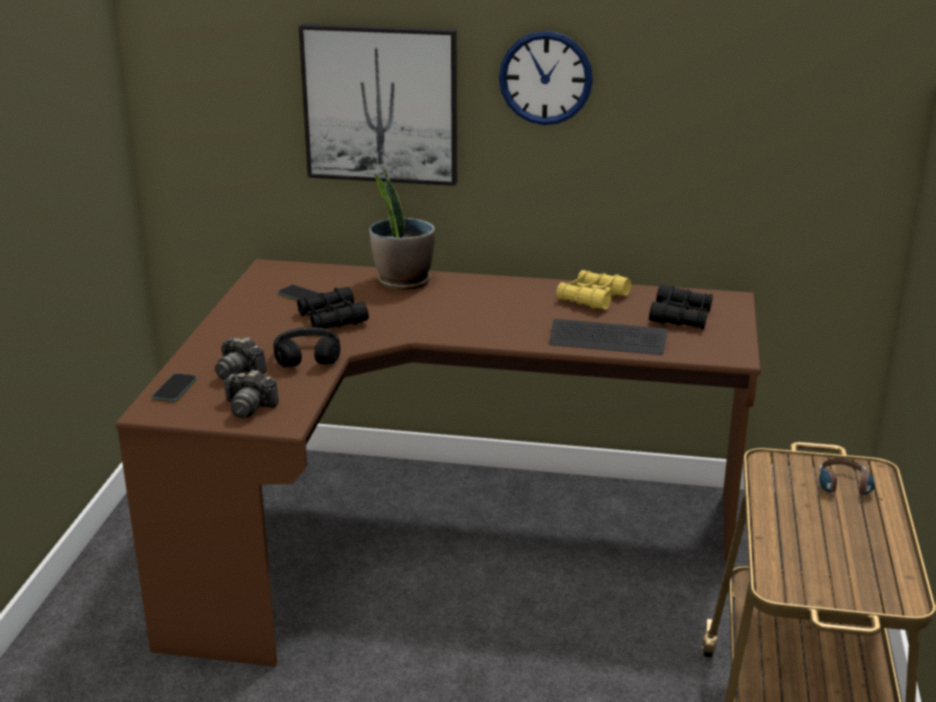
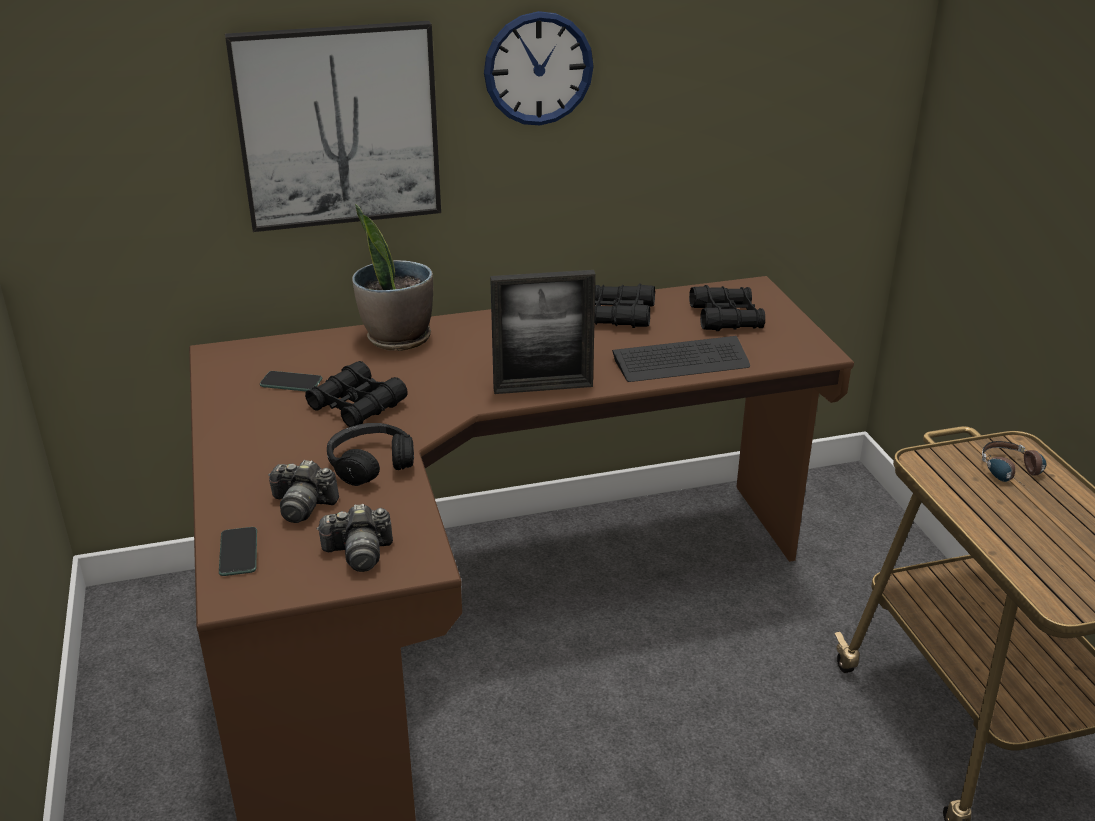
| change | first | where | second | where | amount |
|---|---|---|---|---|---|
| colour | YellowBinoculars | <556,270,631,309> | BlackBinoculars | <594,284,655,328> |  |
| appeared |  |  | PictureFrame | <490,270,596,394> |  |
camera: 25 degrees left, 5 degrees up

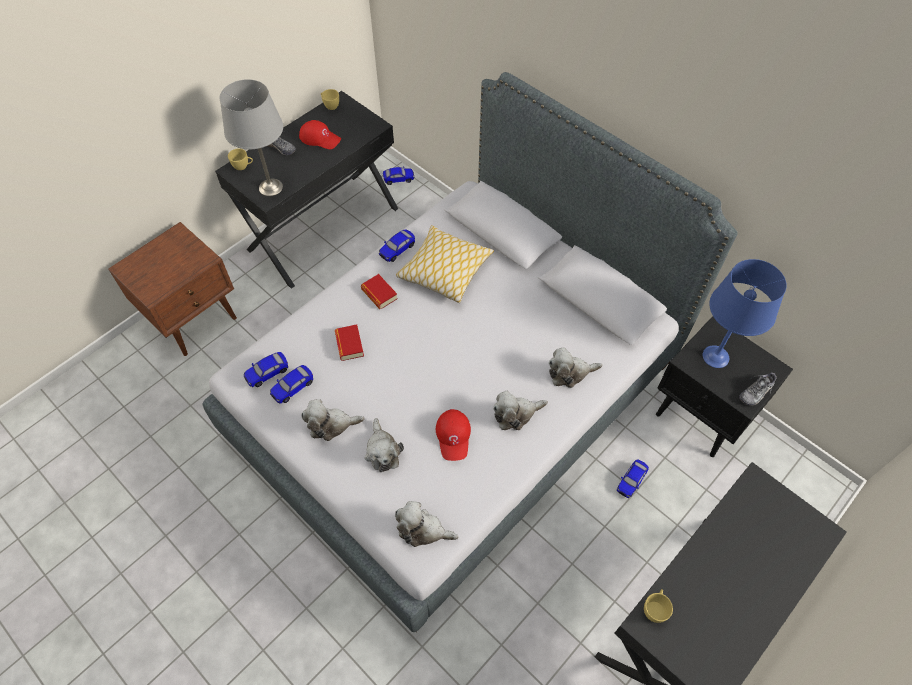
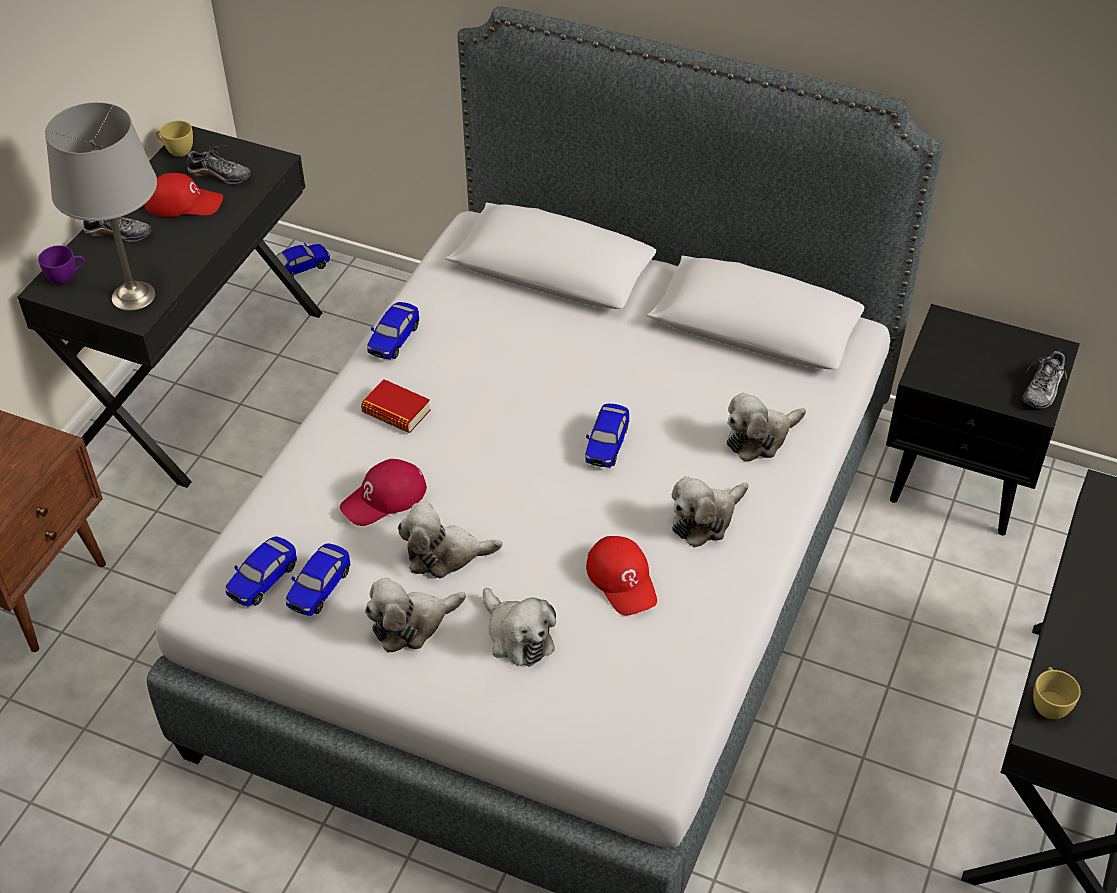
| change | first | where | second | where | amount |
|---|---|---|---|---|---|
| colour | YellowCup | <228,148,253,170> | PurpleCup | <38,245,85,285> |  |
| missing | Pillow | <396,225,494,303> |  |  |  |
| missing | BlueTableLamp | <703,259,787,368> |  |  |  |
| exchanged | Book | <335,324,364,361> | RedCap | <340,459,427,526> |  |
| relocated | ToyCar | <617,459,649,498> |  | <585,404,629,467> |  |
| relocated | PlushToy | <395,501,458,547> |  | <398,502,503,578> |  |
| appeared |  |  | Shoe | <187,145,251,184> |  |
camera: 20 degrees left, 10 degrees down

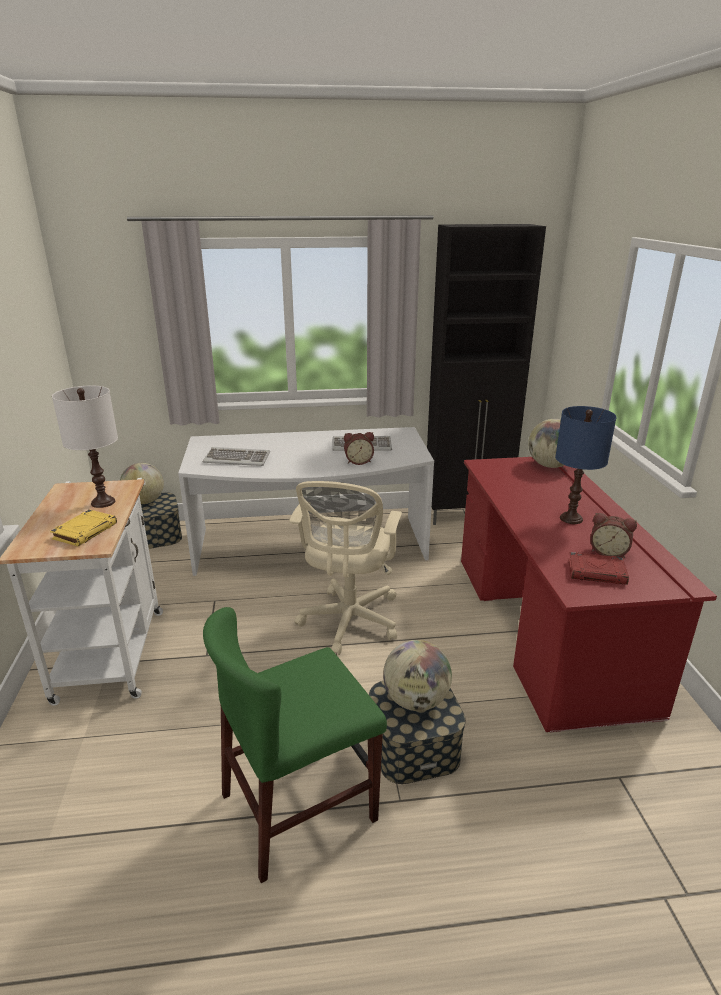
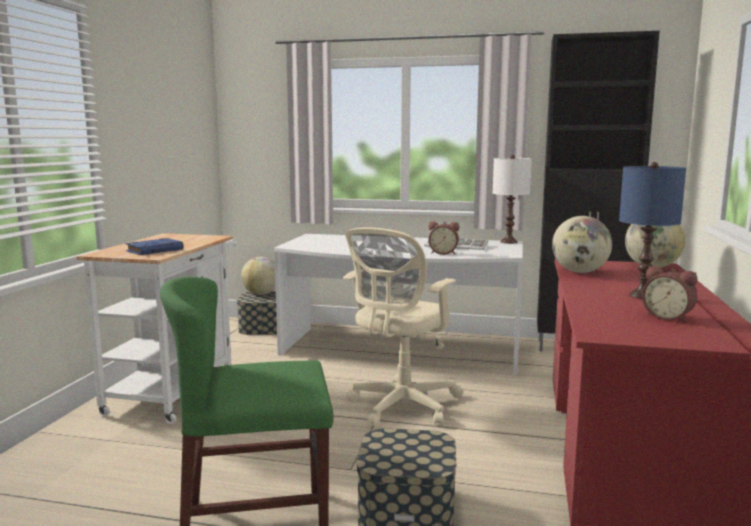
| change | first | where | second | where | amount |
|---|---|---|---|---|---|
| relocated | WhiteTableLamp | <52,386,118,508> |  | <493,155,532,244> |  |
| missing | Keyboard | <203,447,270,466> |  |  |  |
| colour | YellowBook | <50,509,117,546> | BlueBook | <126,238,184,255> |  |
| missing | RedBook | <568,552,629,585> |  |  |  |
| relocated | Globe | <383,640,452,711> |  | <552,216,612,273> |  |
camera: 20 degrees right, 15 degrees down

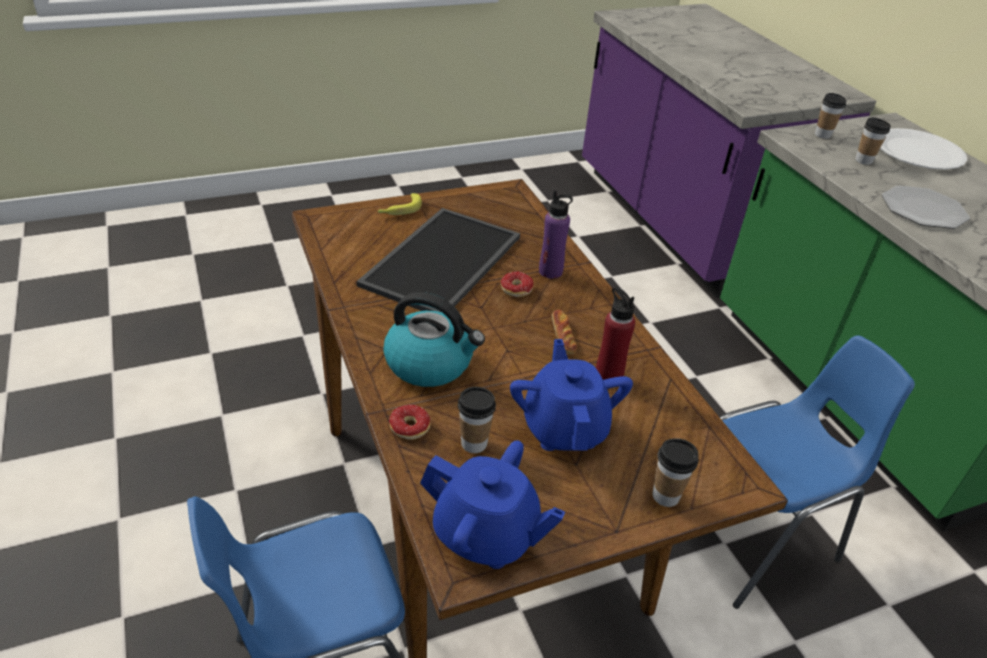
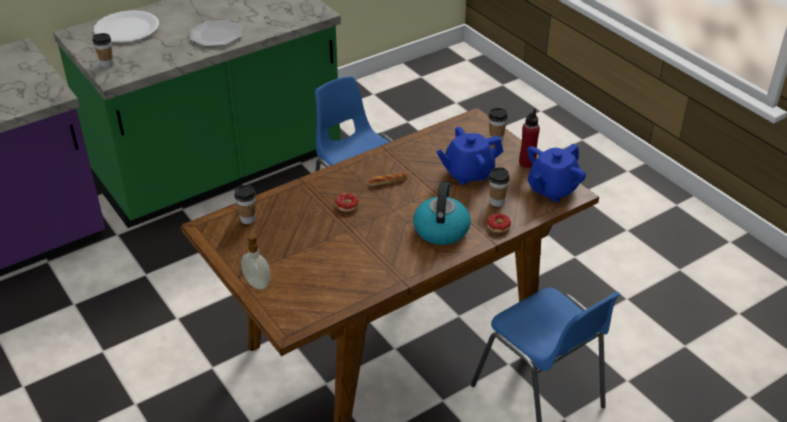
| change | first | where | second | where | amount |
|---|---|---|---|---|---|
| relocated | Cup | <855,117,891,165> |  | <234,185,256,224> |  |
| missing | PurpleBottle | <539,190,573,279> |  |  |  |
| exchanged | Banana | <377,193,422,215> | SoapDispenser | <241,232,270,290> |  |
| missing | Tray | <356,208,520,312> |  |  |  |
| relocated | RedBottle | <596,287,635,380> |  | <519,108,540,168> |  |
| spun | BlueTeapot | <420,440,565,569> |  | <527,144,586,202> | 150 degrees counterclockwise |
camera: 100 degrees left, 0 degrees up

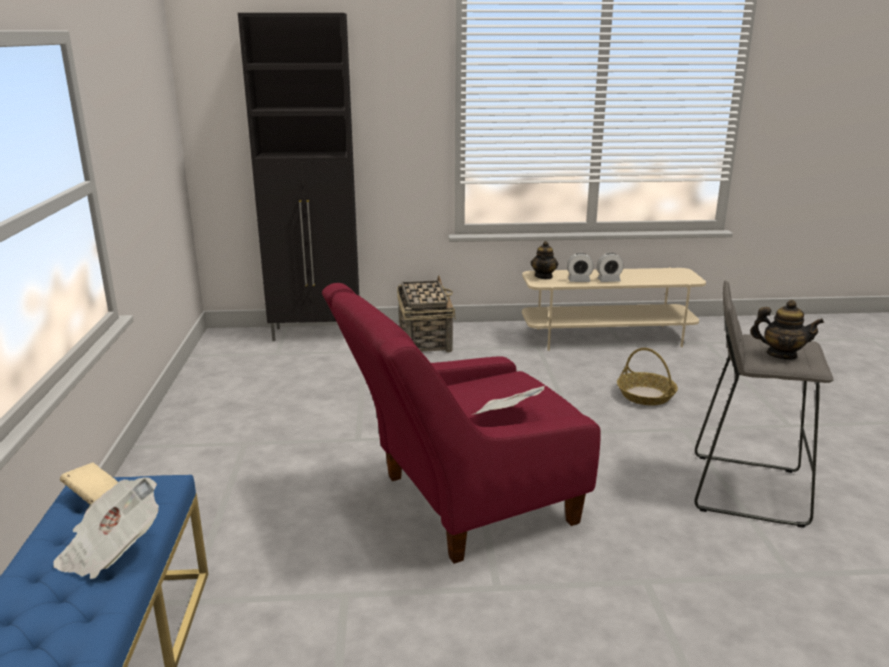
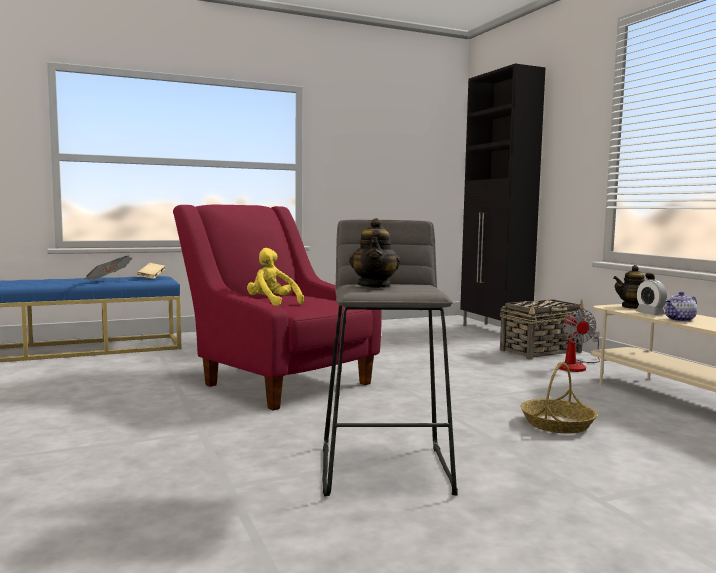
| change | first | where | second | where | amount |
|---|---|---|---|---|---|
| exchanged | AlarmClock | <597,253,624,282> | Teapot | <665,292,697,322> |  |
| exchanged | Newspaper | <472,385,547,415> | YellowPlushToy | <247,248,304,306> |  |
| appeared |  |  | Fan | <557,309,600,372> |  |
camera: 70 degrees right, 15 degrees down

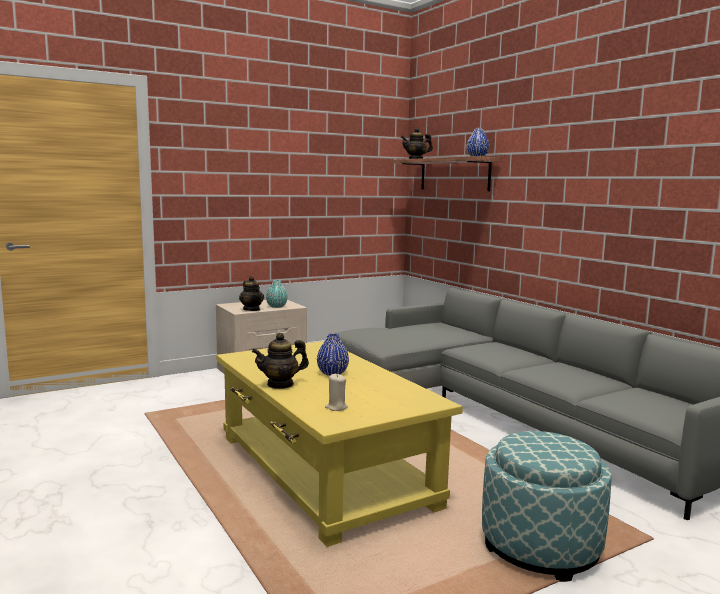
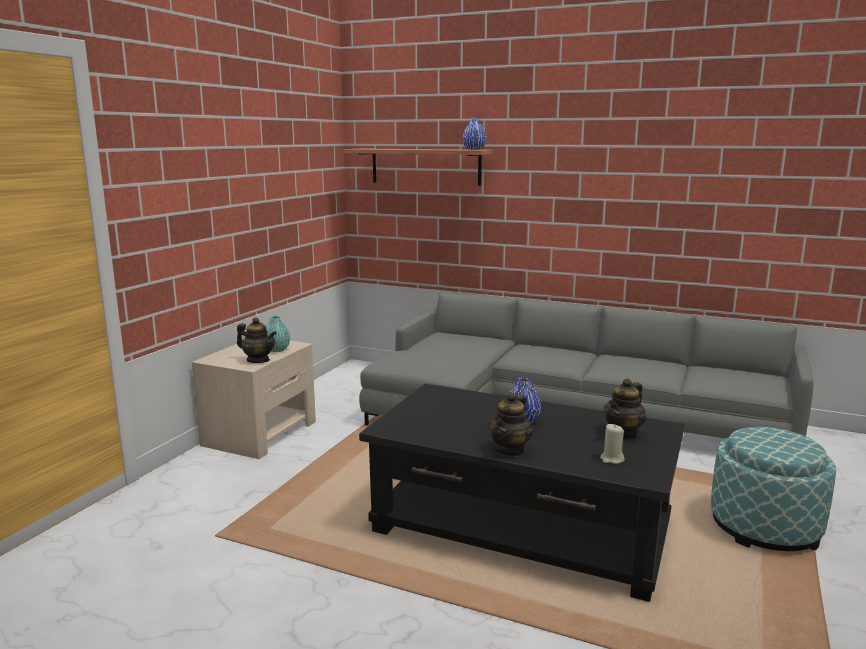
| change | first | where | second | where | amount |
|---|---|---|---|---|---|
| relocated | Teapot | <401,128,433,159> |  | <604,378,646,440> |  |
| colour | YellowCoffeeTable | <216,341,463,547> | BlackCoffeeTable | <359,384,685,602> |  |
camera: 35 degrees left, 5 degrees up

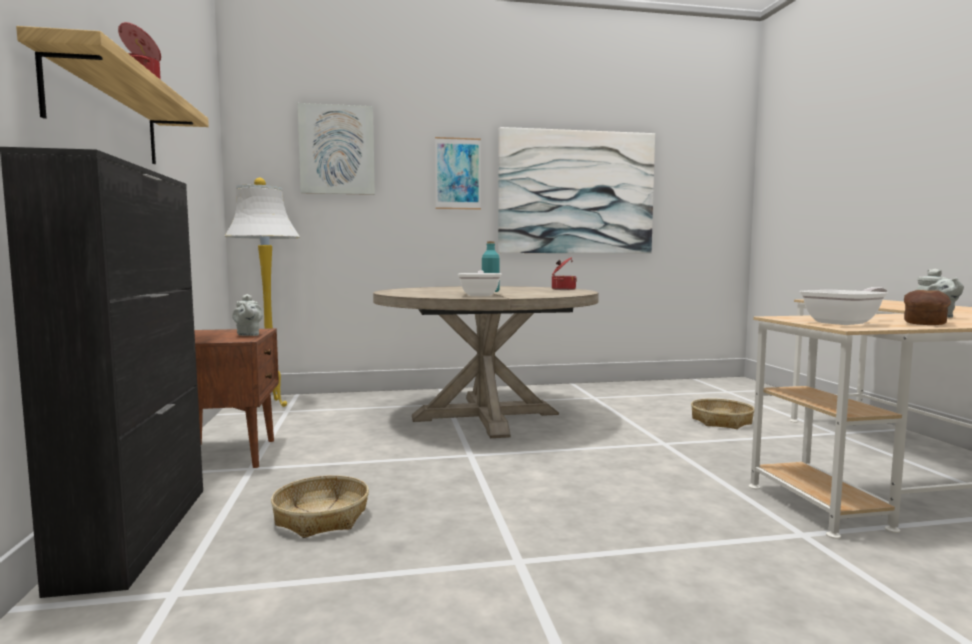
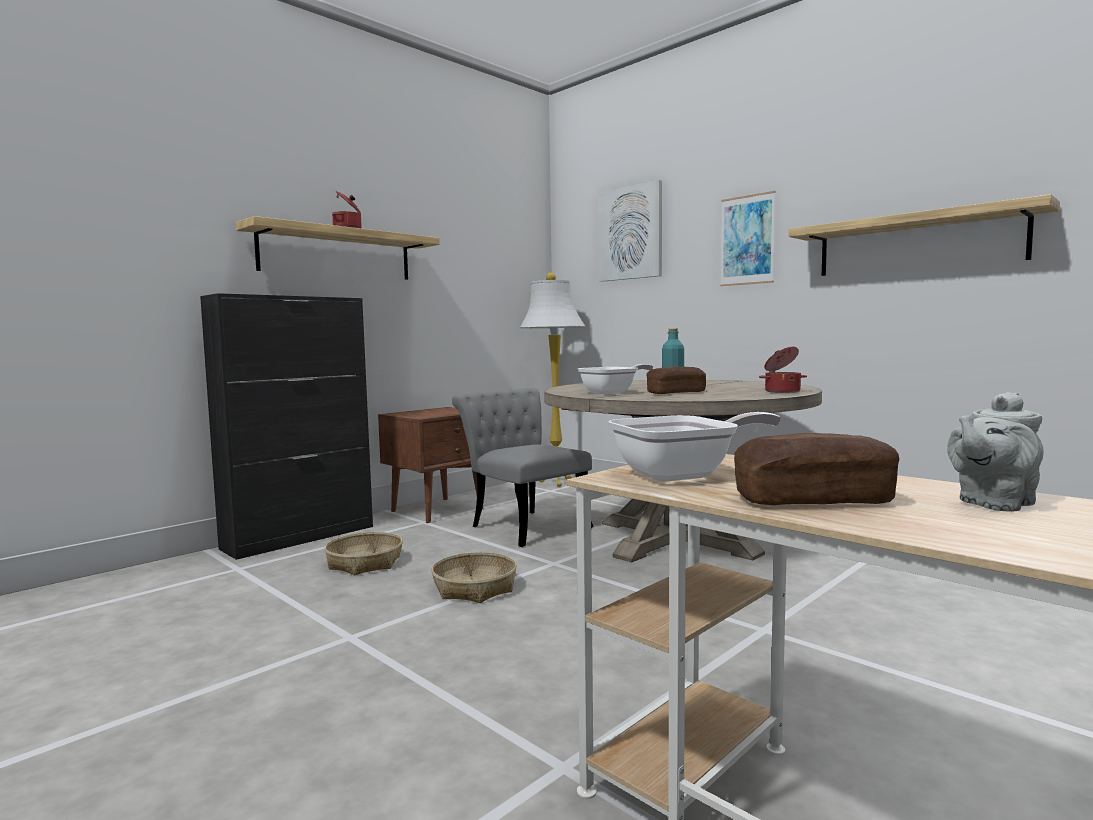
| change | first | where | second | where | amount |
|---|---|---|---|---|---|
| exchanged | Picture | <498,127,655,253> | Shelf | <789,194,1060,276> |  |
| spun | FryingPan | <800,287,887,325> |  | <609,412,781,482> | 45 degrees counterclockwise |
| missing | GreyTeapot | <232,294,263,336> |  |  |  |
| relocated | Basket | <691,399,754,429> |  | <431,552,517,603> |  |
| appeared |  |  | Bread | <647,366,706,394> |  |
| appeared |  |  | GreyChair | <452,388,593,547> |  |
camera: 55 degrees right, 0 degrees up

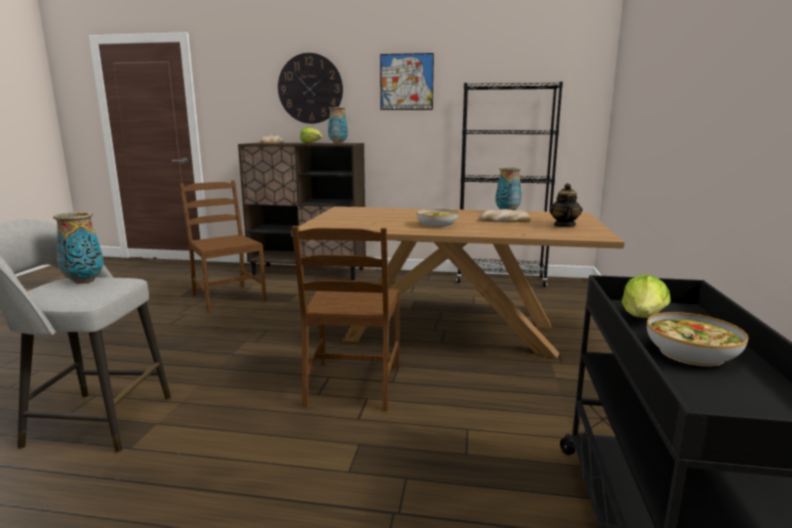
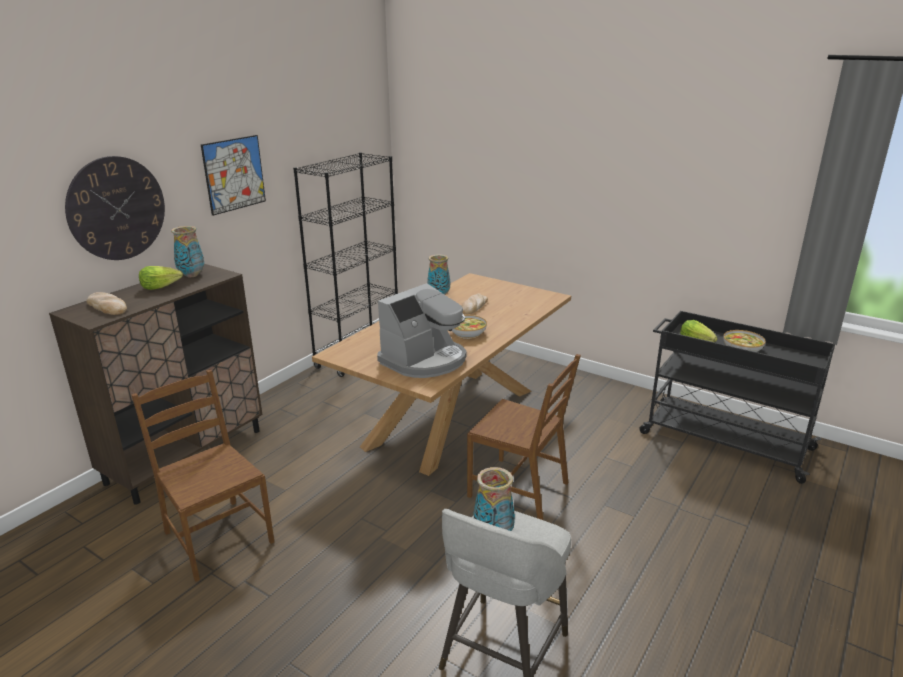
| change | first | where | second | where | amount |
|---|---|---|---|---|---|
| spun | BrownChair | <180,180,267,313> |  | <132,369,274,582> | 60 degrees clockwise |
| missing | Teapot | <549,183,583,227> |  |  |  |
| appeared |  |  | CoffeeMachine | <377,283,467,378> |  |
camera: 65 degrees left, 10 degrees up

